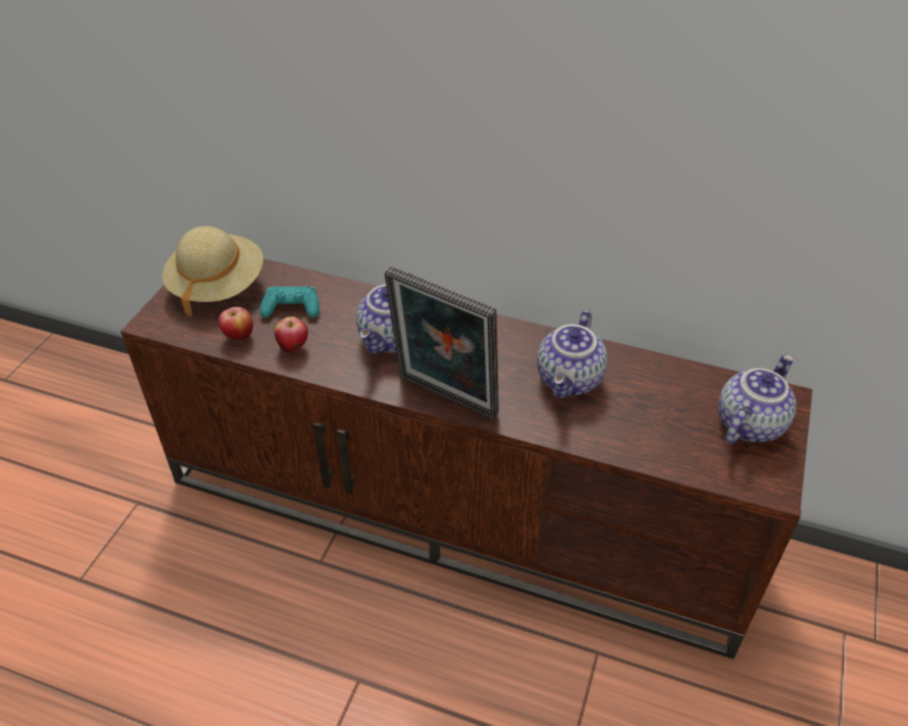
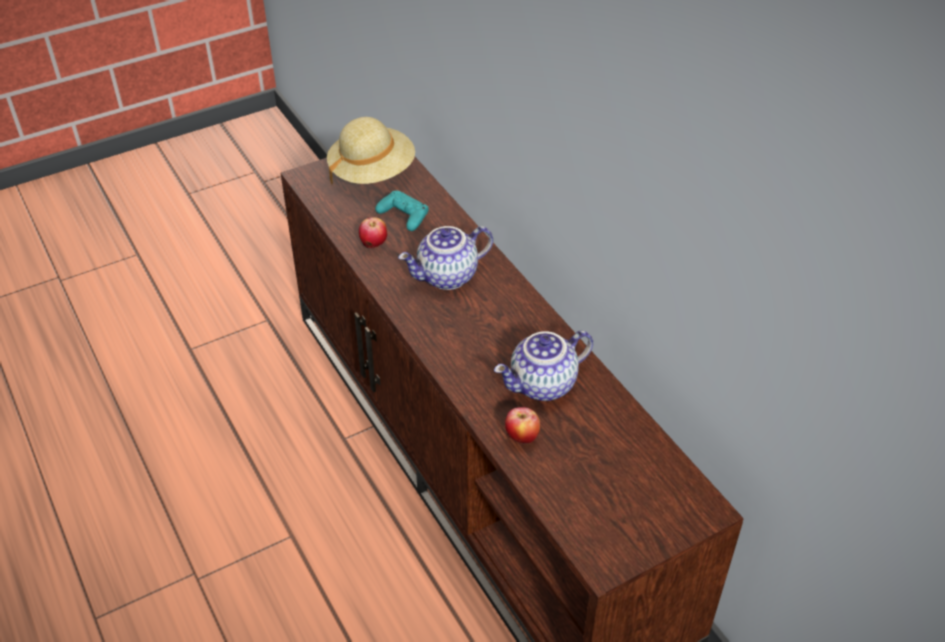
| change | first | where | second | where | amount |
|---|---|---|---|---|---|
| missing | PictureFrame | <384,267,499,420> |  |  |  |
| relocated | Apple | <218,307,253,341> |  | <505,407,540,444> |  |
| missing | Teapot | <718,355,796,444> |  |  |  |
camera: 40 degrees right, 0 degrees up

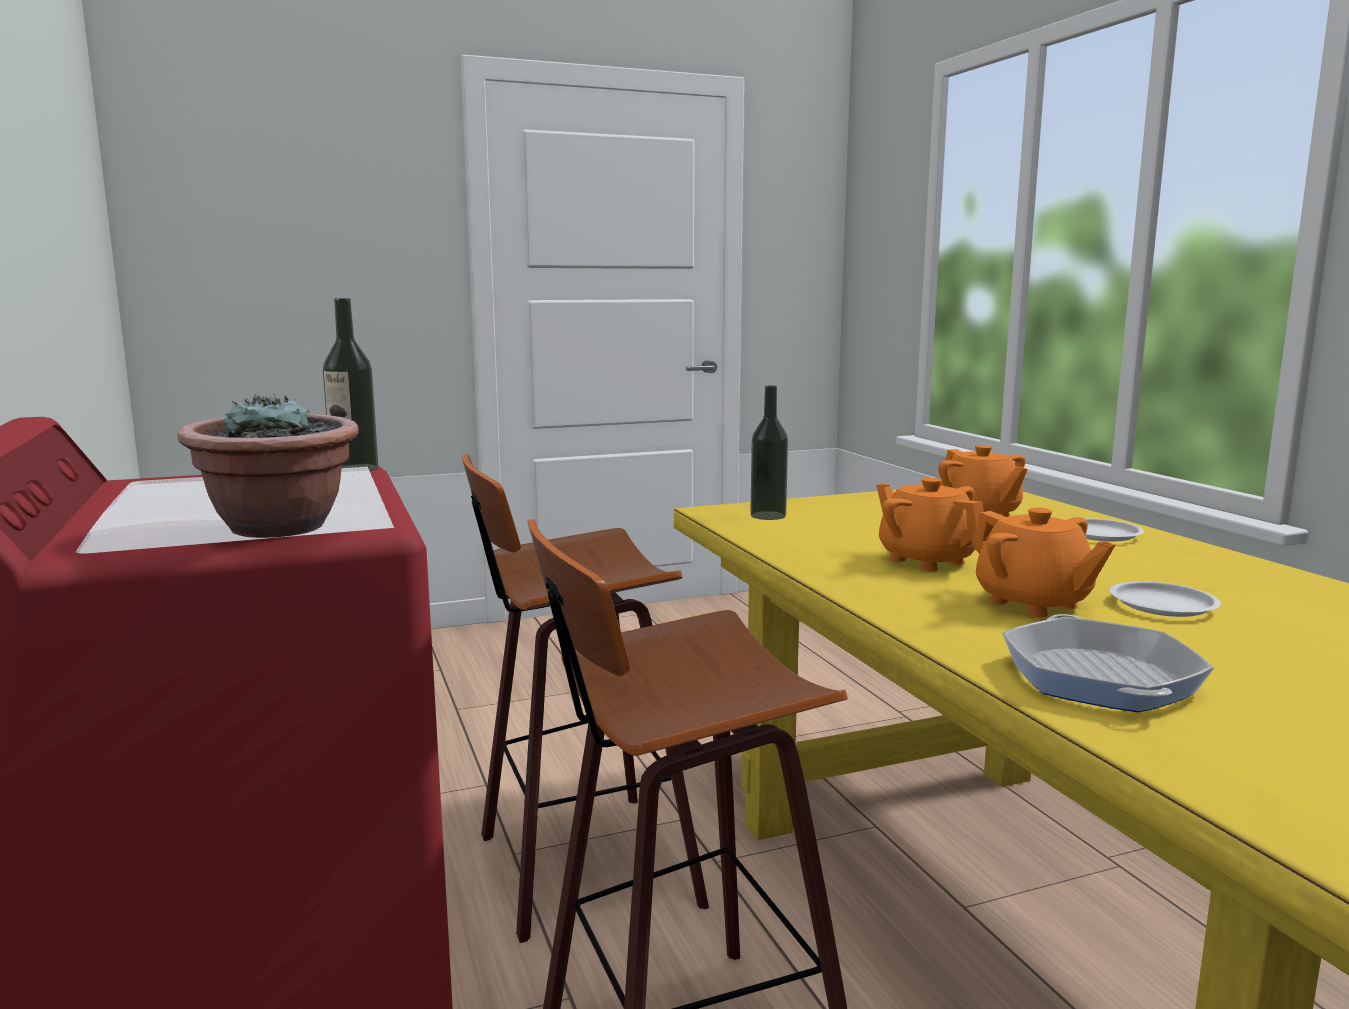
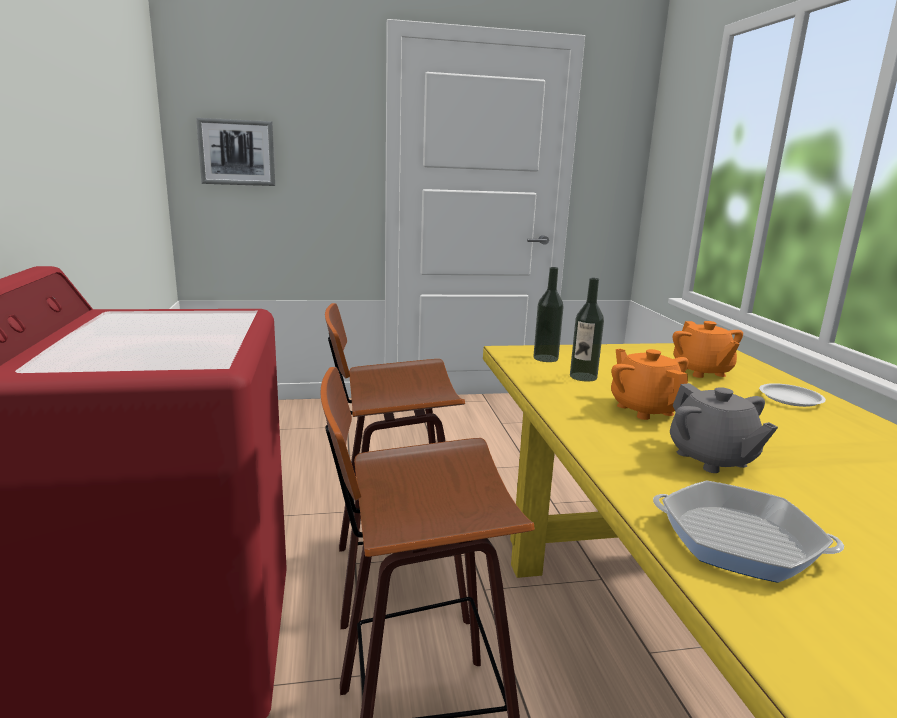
| change | first | where | second | where | amount |
|---|---|---|---|---|---|
| relocated | Bottle | <323,298,378,473> |  | <570,278,604,382> |  |
| missing | PottedPlant | <178,394,359,538> |  |  |  |
| colour | OrangeTeapot | <972,507,1115,617> | GreyTeapot | <670,383,778,473> |  |
| missing | WhitePlate | <1110,581,1221,617> |  |  |  |
| spun | FryingPan | <1002,614,1214,712> |  | <653,480,844,583> | 105 degrees clockwise |
| appeared |  |  | Picture | <196,118,275,186> |  |
camera: 10 degrees right, 5 degrees up

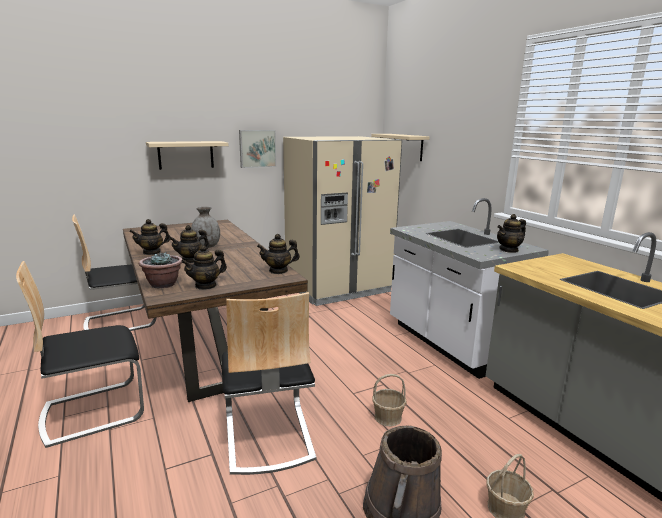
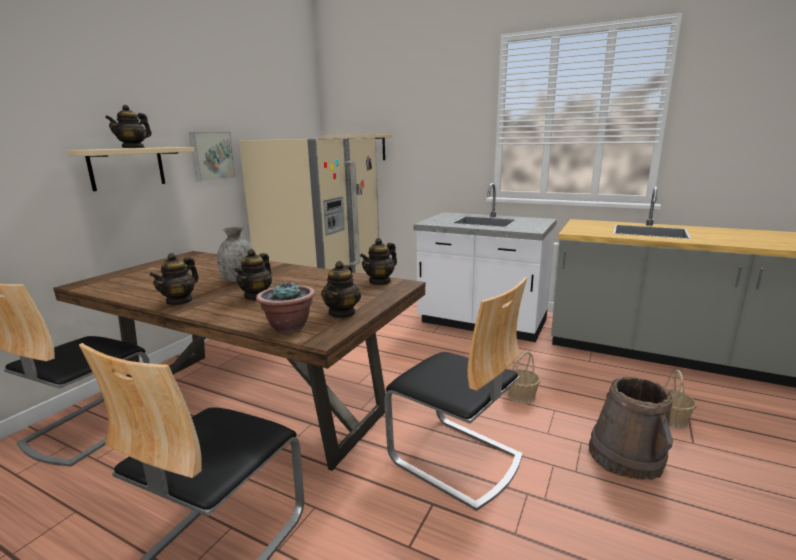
| change | first | where | second | where | amount |
|---|---|---|---|---|---|
| relocated | Teapot | <497,214,526,253> |  | <105,105,152,148> |  |
camera: 35 degrees left, 0 degrees up

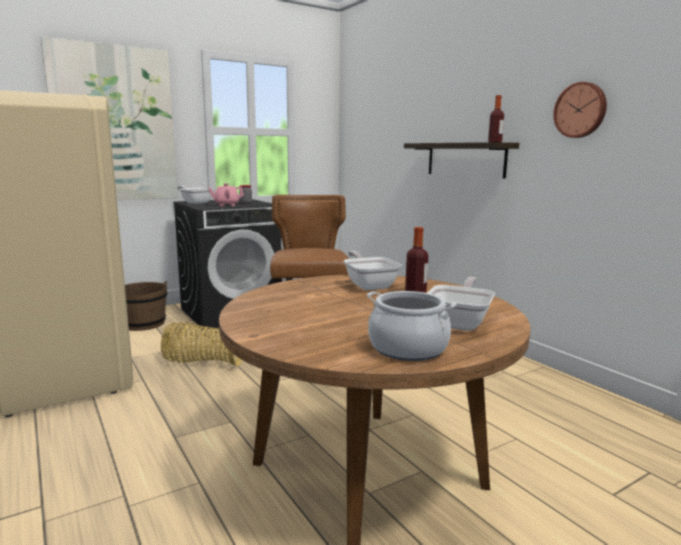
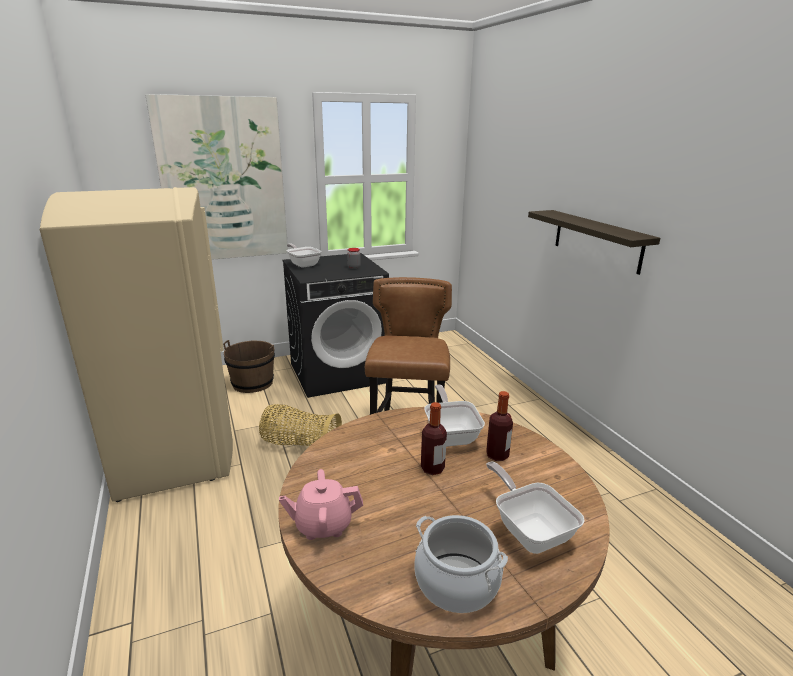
| change | first | where | second | where | amount |
|---|---|---|---|---|---|
| missing | WallClock | <553,82,607,138> |  |  |  |
| relocated | Bottle | <488,95,504,142> |  | <421,402,447,475> |  |
| relocated | PinkTeapot | <208,183,244,207> |  | <279,469,363,540> |  |
| spun | FryingPan | <428,277,495,331> |  | <486,462,585,554> | 60 degrees counterclockwise |
camera: 10 degrees right, 10 degrees up

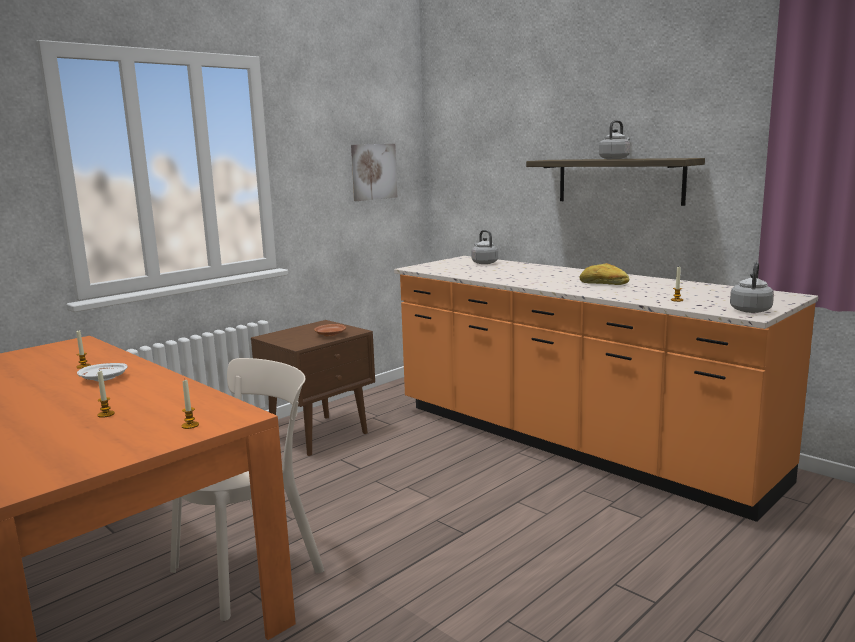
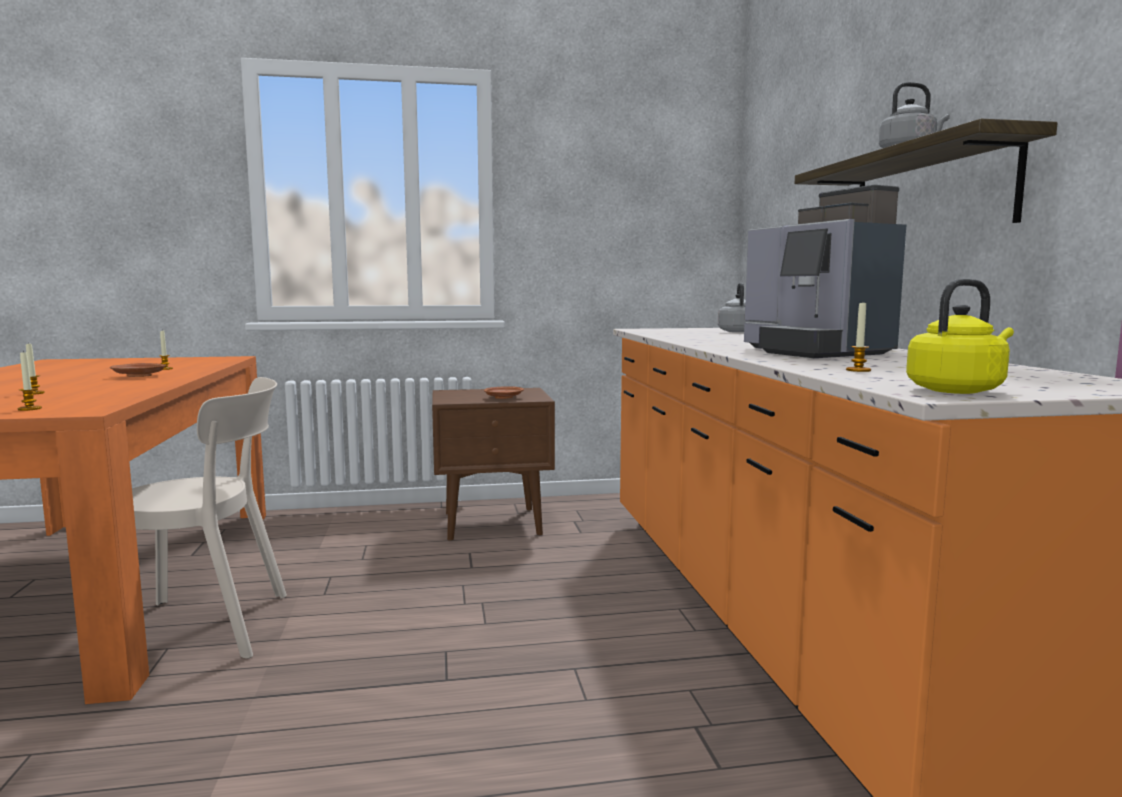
| change | first | where | second | where | amount |
|---|---|---|---|---|---|
| missing | Picture | <351,144,397,201> |  |  |  |
| colour | GreyKettle | <730,262,774,313> | YellowKettle | <906,279,1014,394> |  |
| exchanged | Bread | <580,263,629,285> | CoffeeMachine | <744,185,906,358> |  |
| colour | WhitePlate | <77,363,127,381> | BrownPlate | <110,363,166,377> |  |
camera: 35 degrees right, 5 degrees down

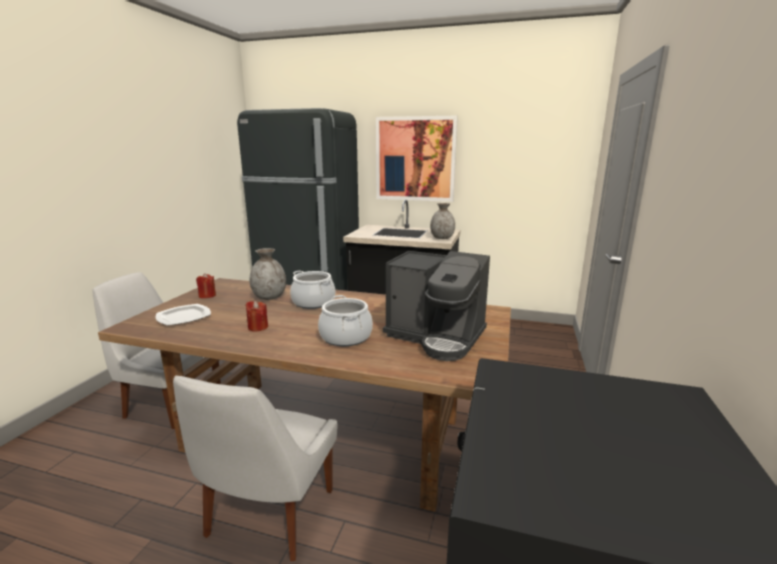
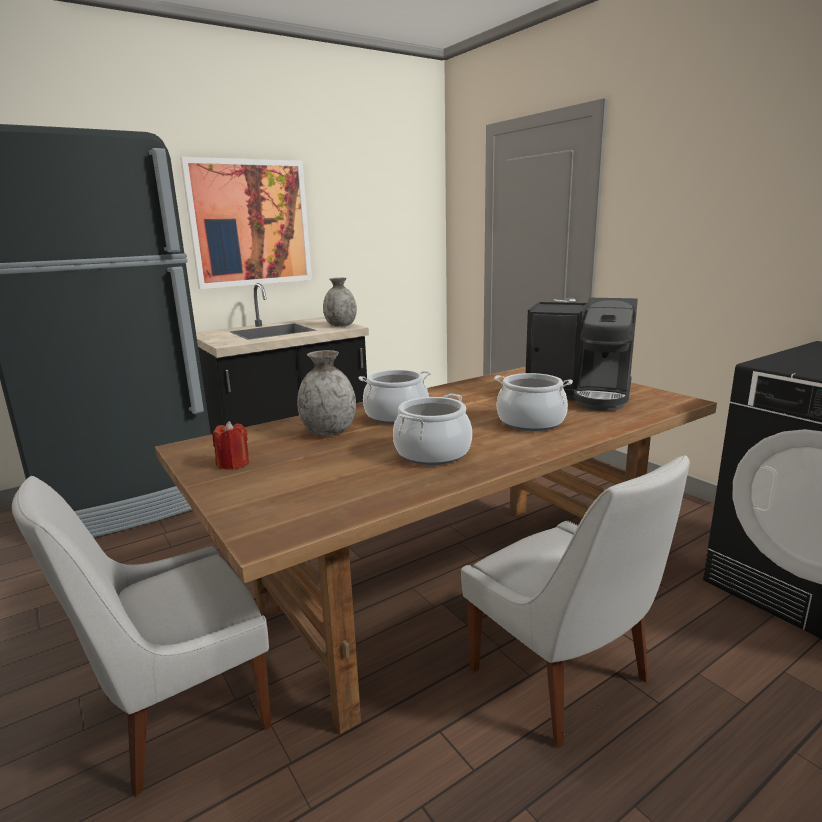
| change | first | where | second | where | amount |
|---|---|---|---|---|---|
| spun | CoffeeMachine | <383,251,490,361> |  | <526,298,638,411> | 45 degrees clockwise |
| exchanged | RedCandle | <245,301,268,332> | CookingPot | <393,394,472,465> |  |
| missing | Plate | <156,304,211,326> |  |  |  |
camera: 50 degrees left, 0 degrees up

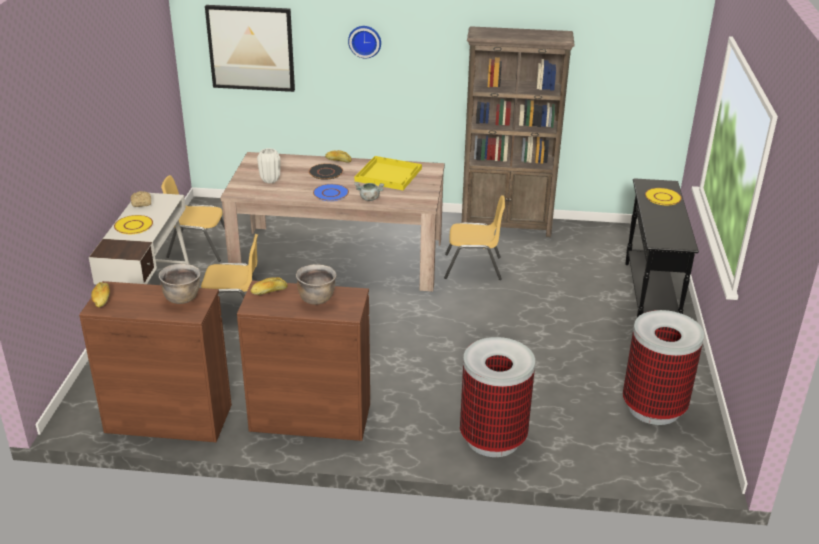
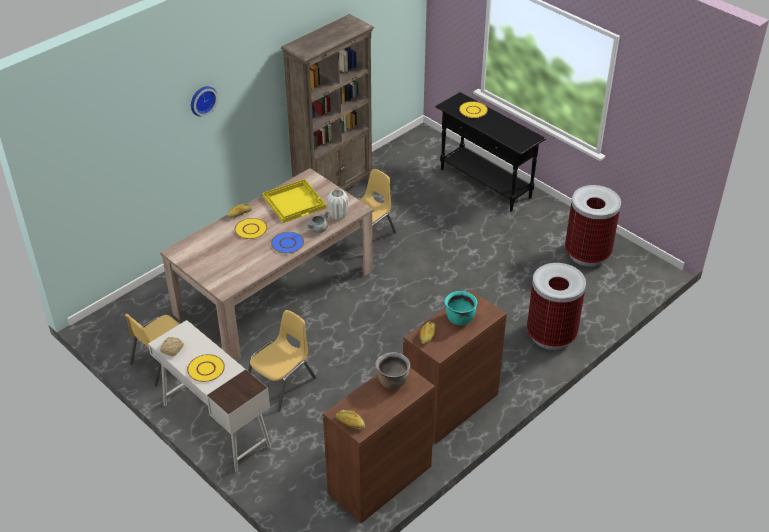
| change | first | where | second | where | amount |
|---|---|---|---|---|---|
| missing | Picture | <205,5,295,92> |  |  |  |
| relocated | WhiteVase | <257,148,280,183> |  | <327,189,348,220> |  |
| colour | BlackPlate | <309,163,343,180> | YellowPlate | <235,218,267,239> |  |
| colour | BrownCookingPot | <296,264,336,305> | TurquoiseCookingPot | <445,291,477,325> |  |
camera: 50 degrees left, 10 degrees up

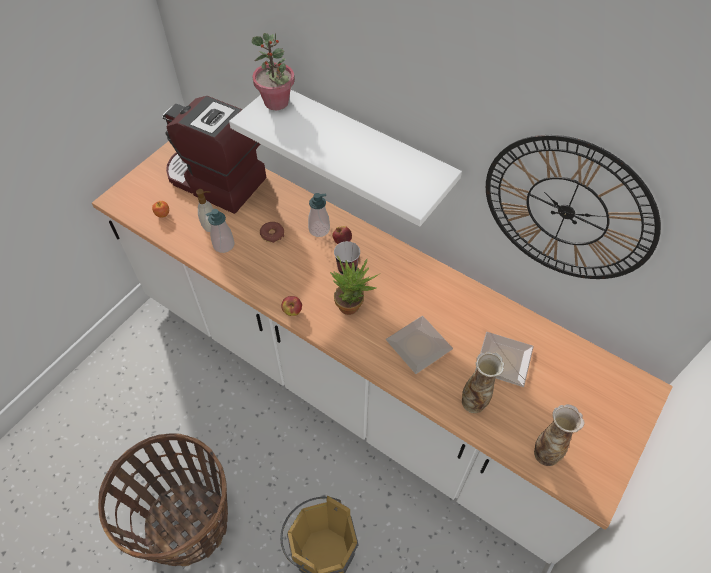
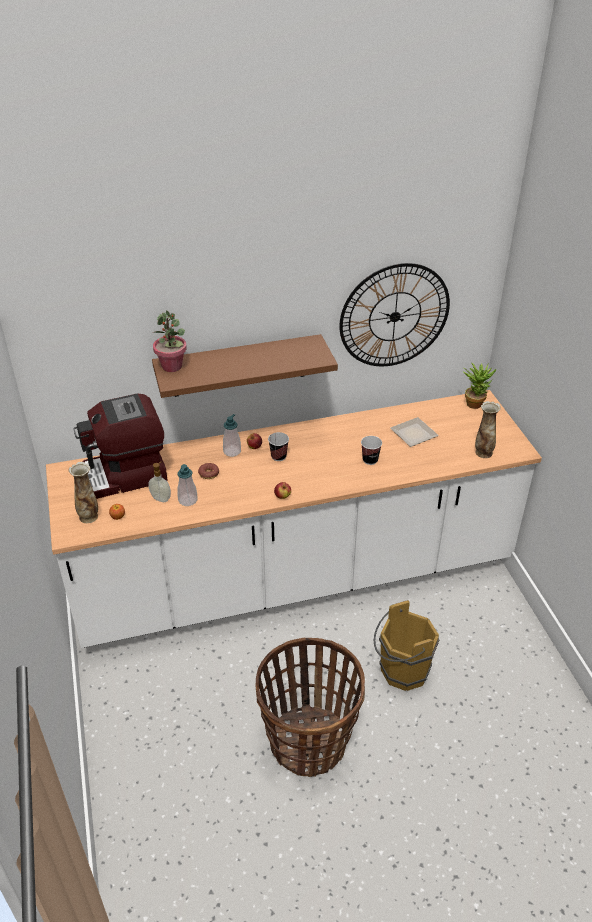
| change | first | where | second | where | amount |
|---|---|---|---|---|---|
| colour | WhiteShelf | <229,90,462,227> | BrownShelf | <152,334,338,398> |  |
| relocated | PottedPlant | <330,256,379,315> |  | <464,363,496,409> |  |
| exchanged | Plate | <386,316,453,374> | Cup | <361,436,382,465> |  |
| relocated | Vase | <462,351,504,413> |  | <69,462,98,523> |  |
camera: 50 degrees left, 15 degrees down

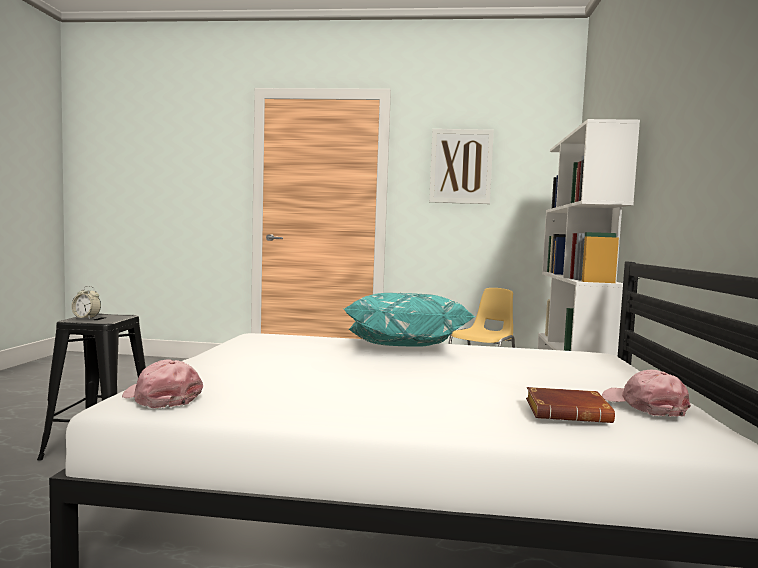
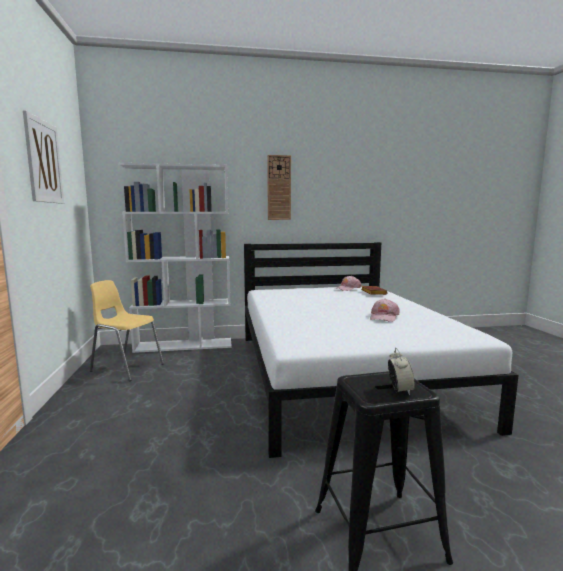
| change | first | where | second | where | amount |
|---|---|---|---|---|---|
| missing | TurquoisePillow | <344,293,476,347> |  |  |  |
| relocated | PinkCap | <122,359,203,408> |  | <370,299,400,322> |  |
| appeared |  |  | WallClock | <267,155,291,220> |  |
camera: 105 degrees left, 5 degrees up

